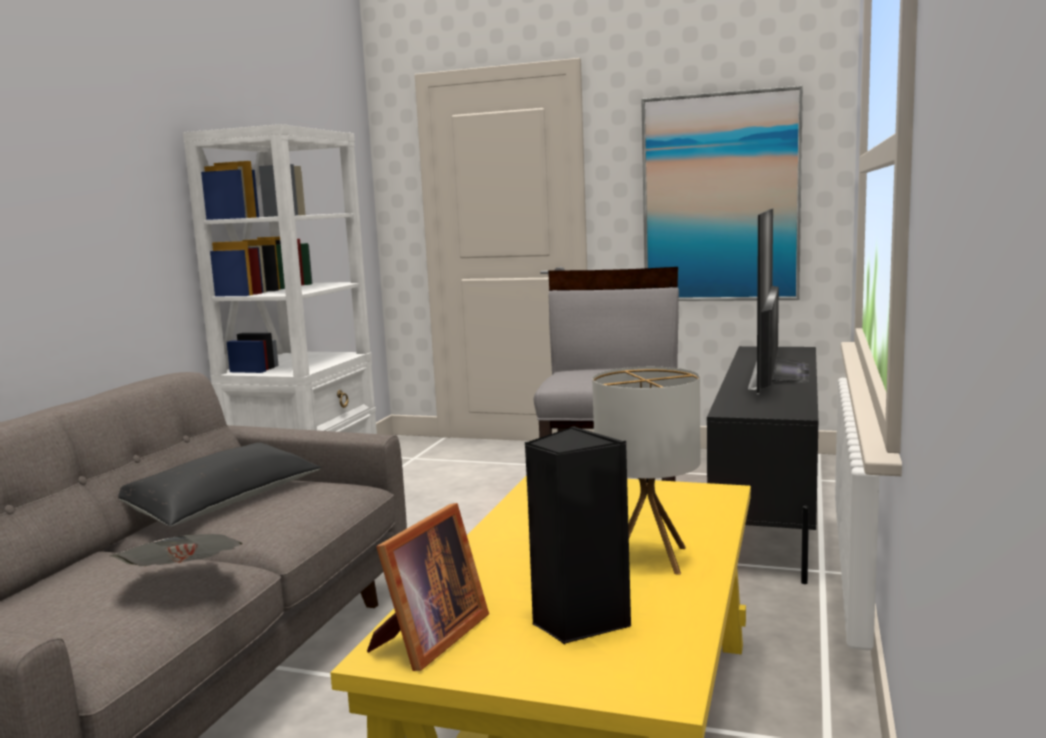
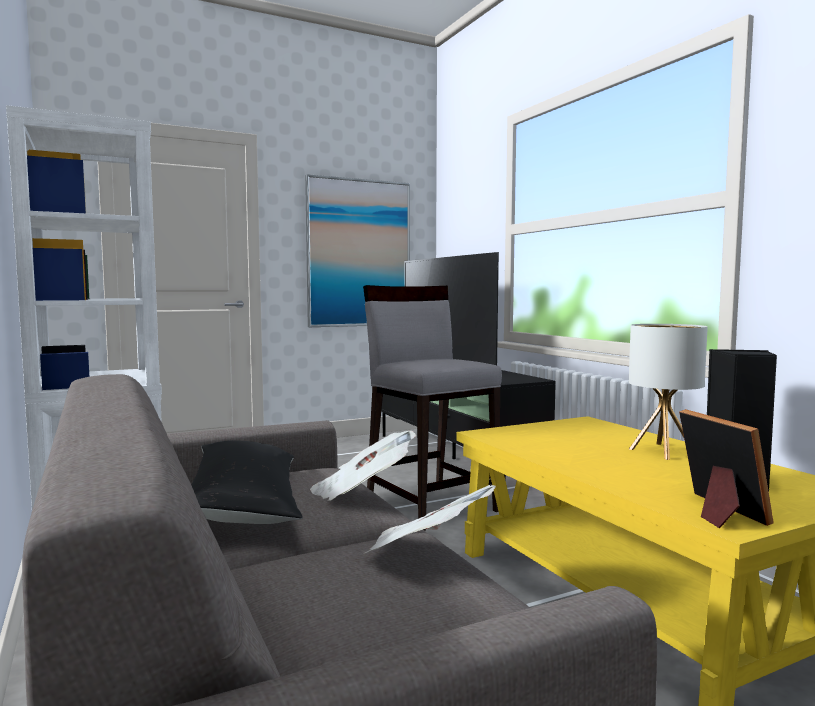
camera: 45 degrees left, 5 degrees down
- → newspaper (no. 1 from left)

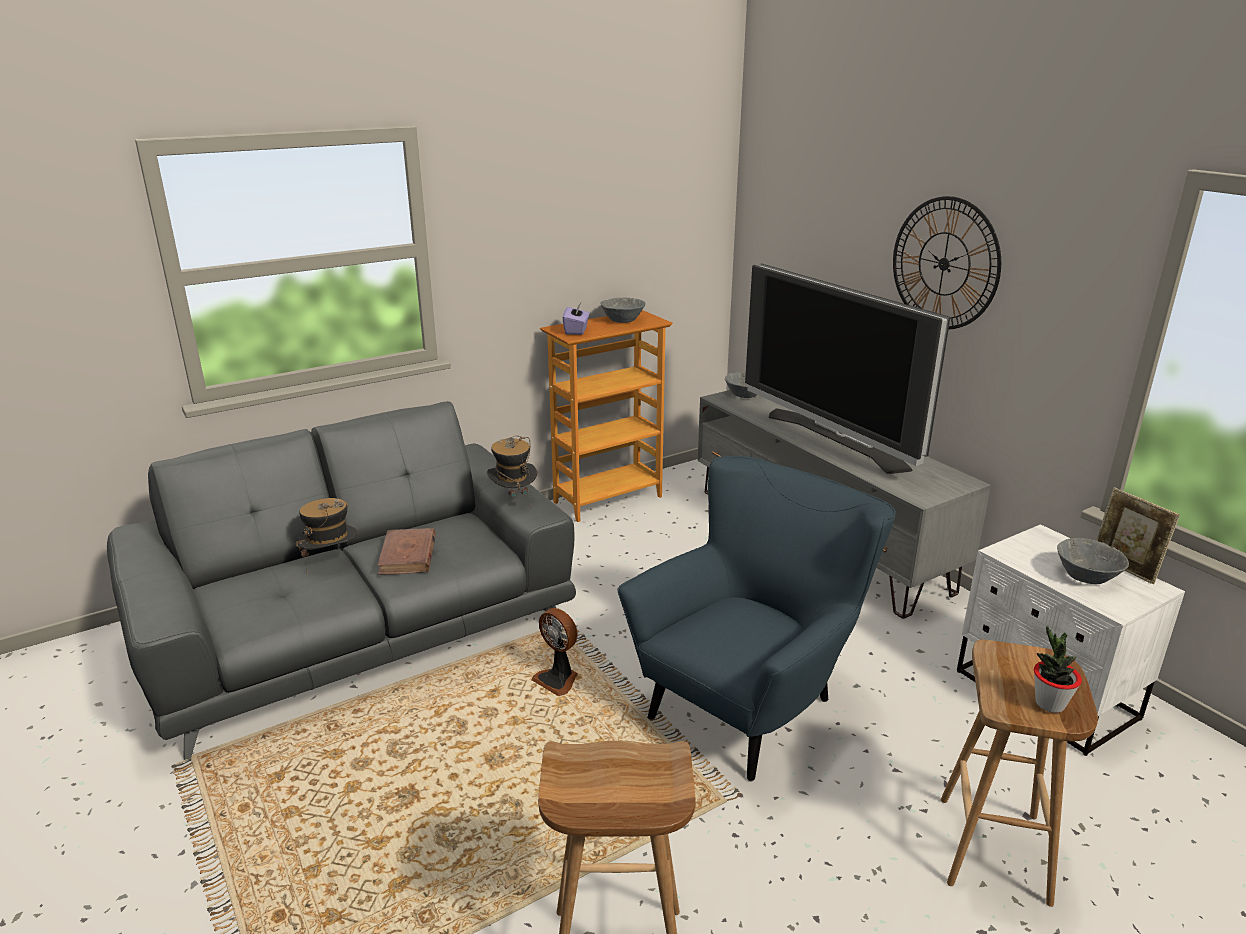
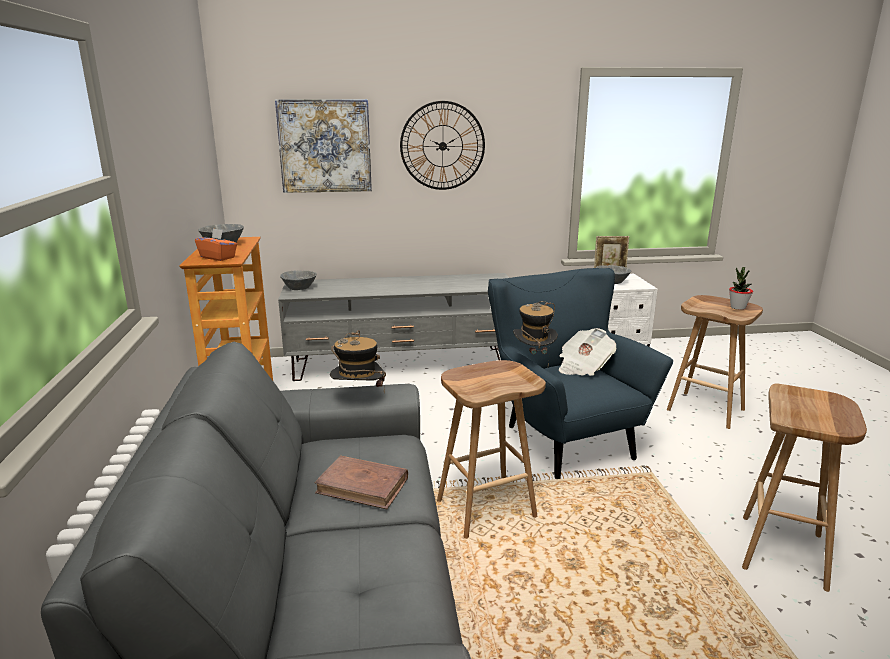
camera: 65 degrees left, 5 degrees down
television → -
- → picture
- → newspaper
hat (no. 1 from left in the first image) → hat (no. 2 from left), relocated
fan → stool/brown (no. 1 from left)
tissue box/purple → tissue box/orange

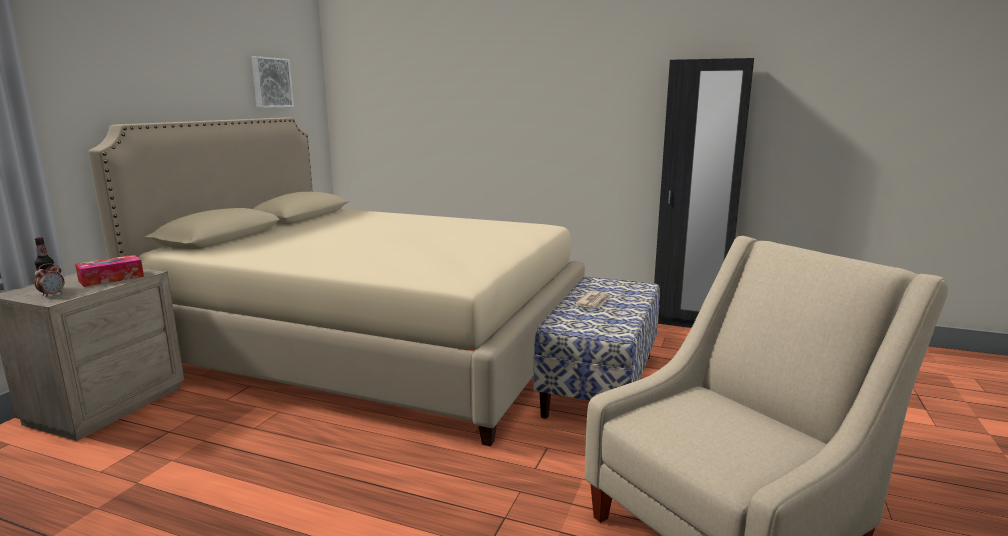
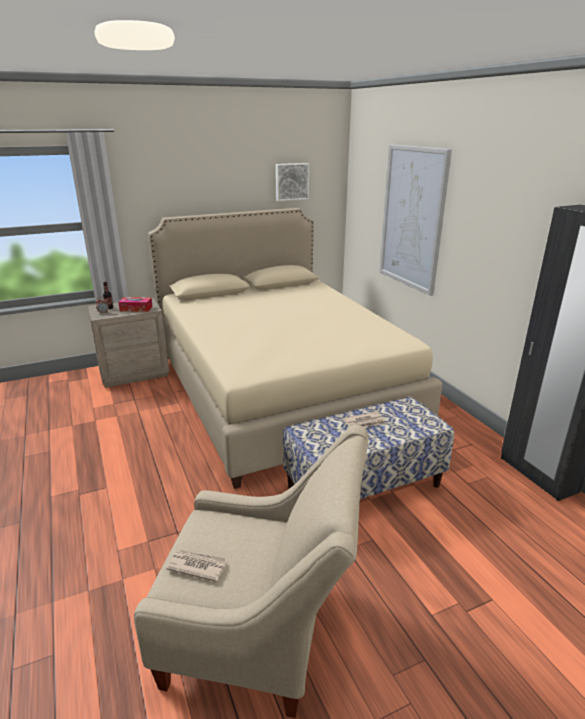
camera: 45 degrees right, 10 degrees up
- → newspaper (no. 1 from left)
- → picture (no. 2 from left)

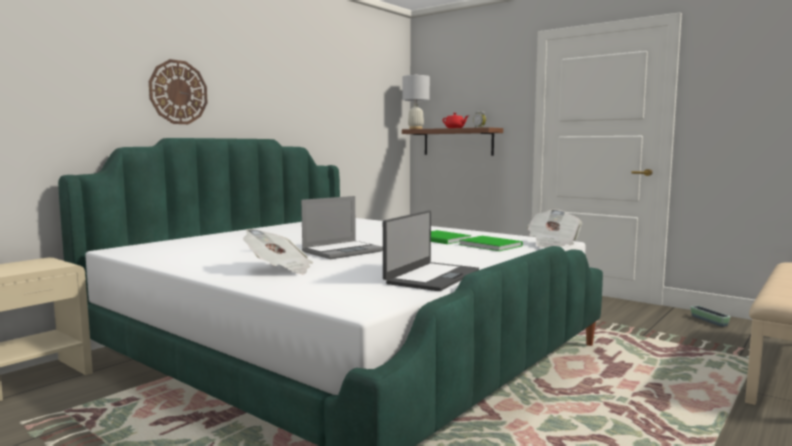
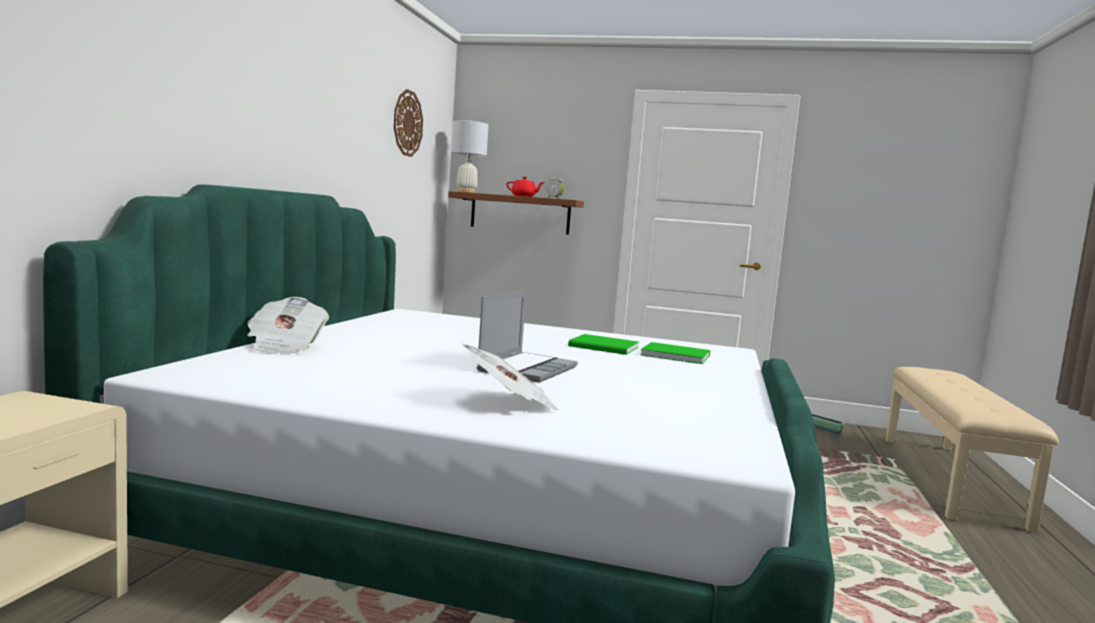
camera: 25 degrees left, 0 degrees up
laptop (no. 2 from left) → -
wall clock, relocated
newspaper (no. 2 from left in the first image) → newspaper (no. 1 from left), relocated

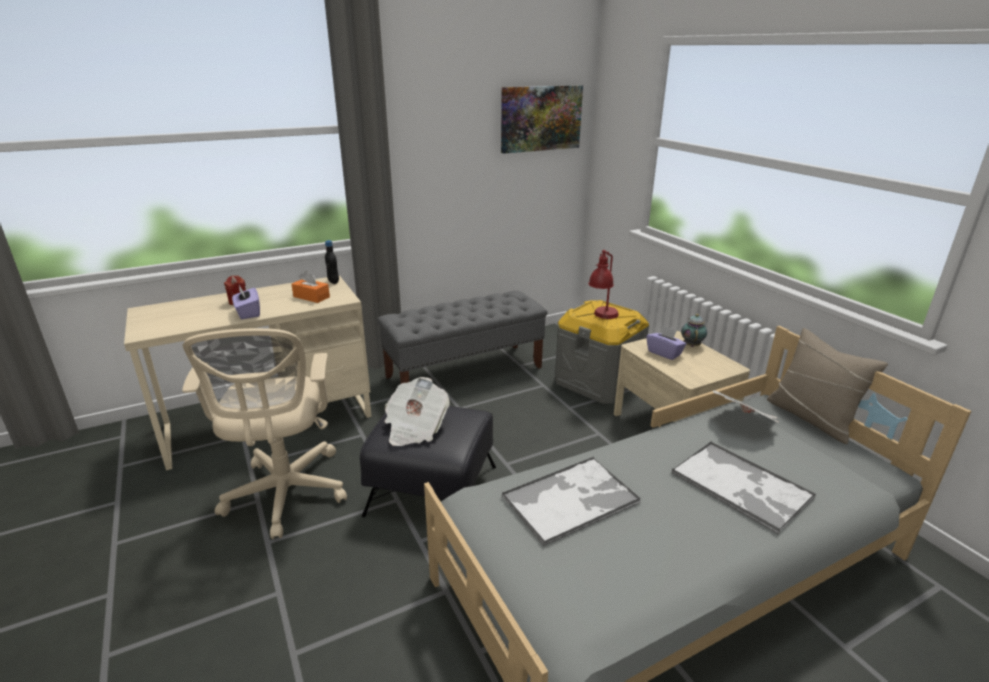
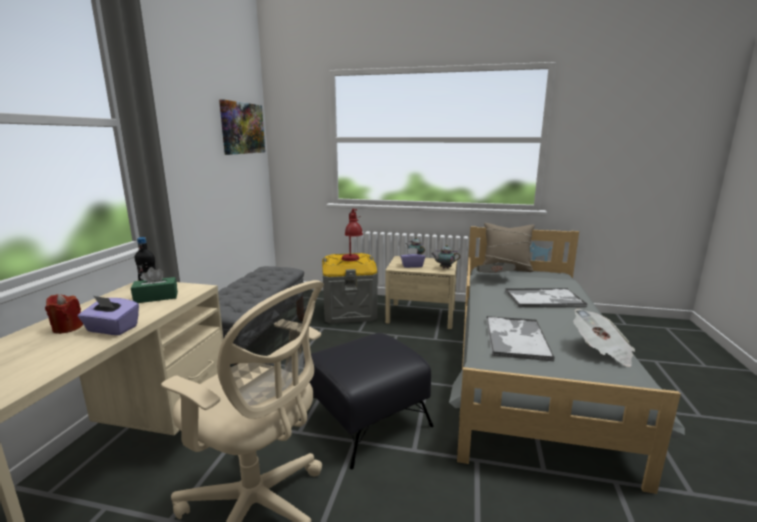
camera: 50 degrees left, 10 degrees down
- → teapot (no. 2 from left)
newspaper (no. 1 from left in the first image) → newspaper (no. 2 from left), relocated
tissue box/orange → tissue box/green

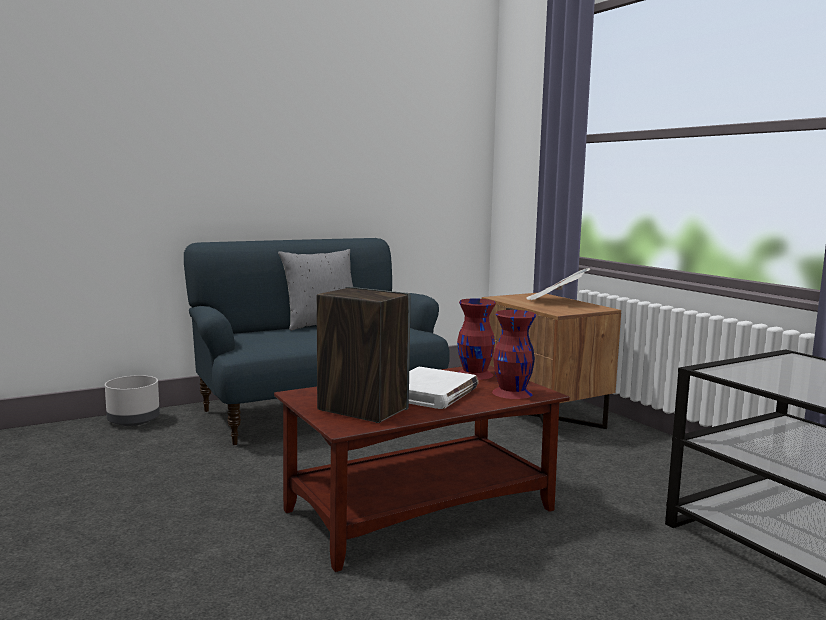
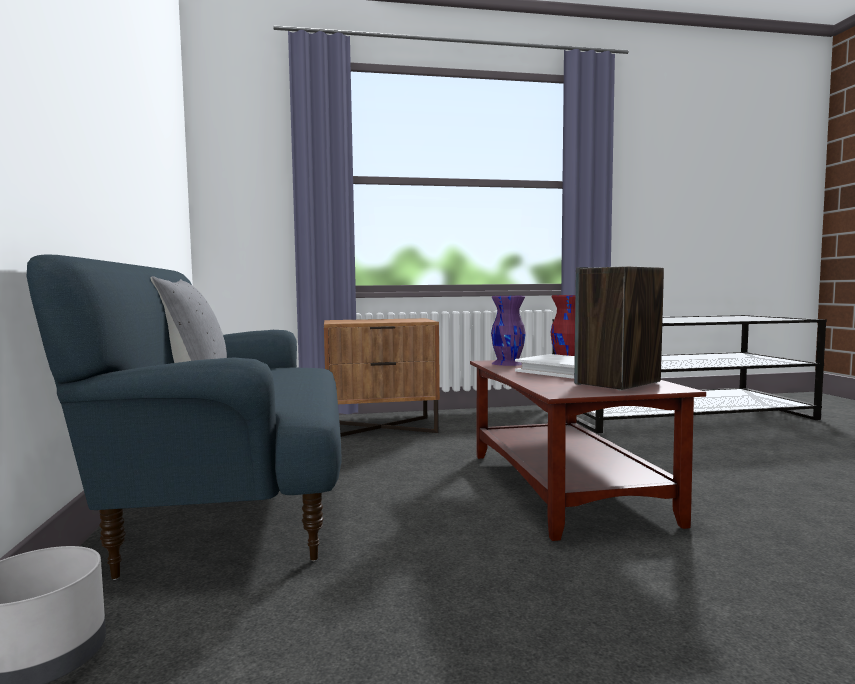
camera: 70 degrees left, 5 degrees down
newspaper → -
vase/red (no. 1 from left) → vase/purple

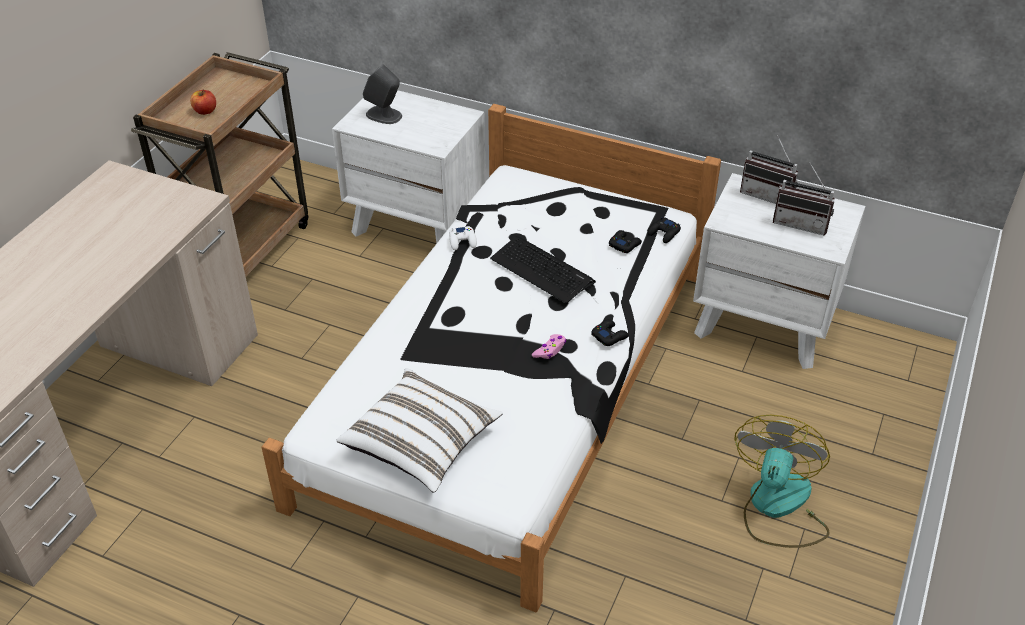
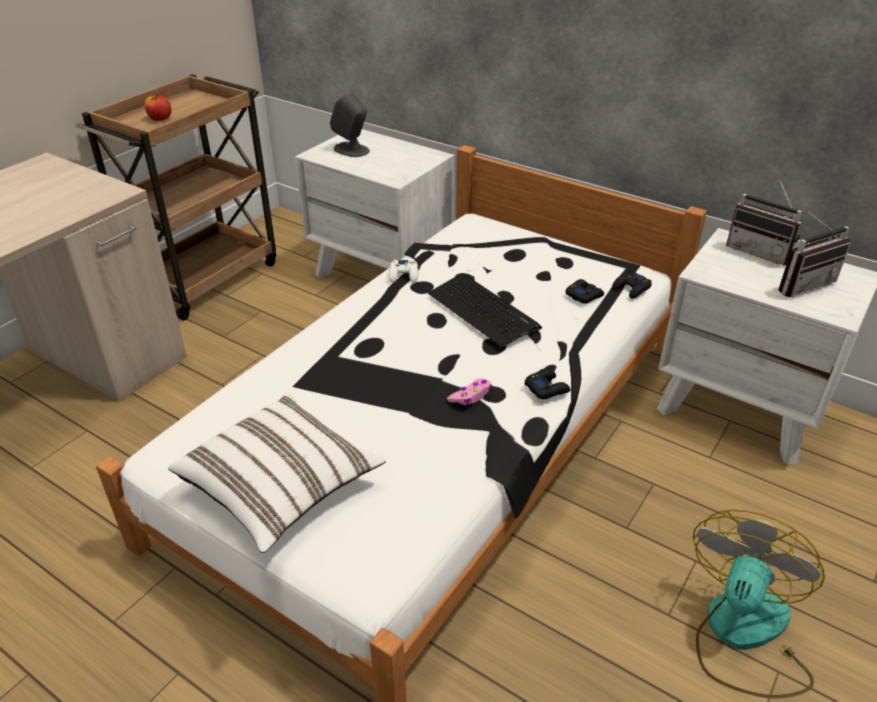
camera: 10 degrees right, 5 degrees down
radio (no. 2 from left), 60 degrees counterclockwise

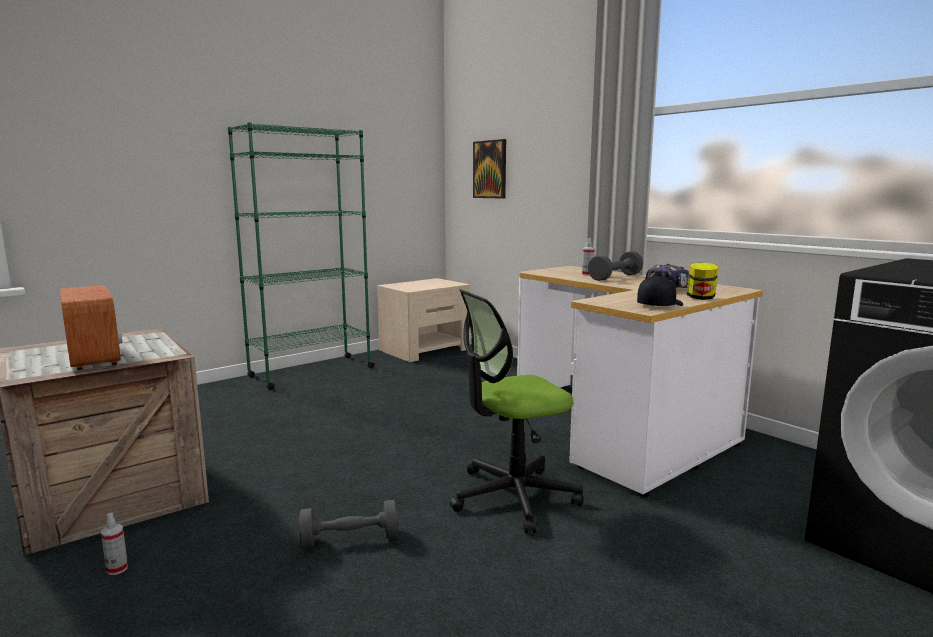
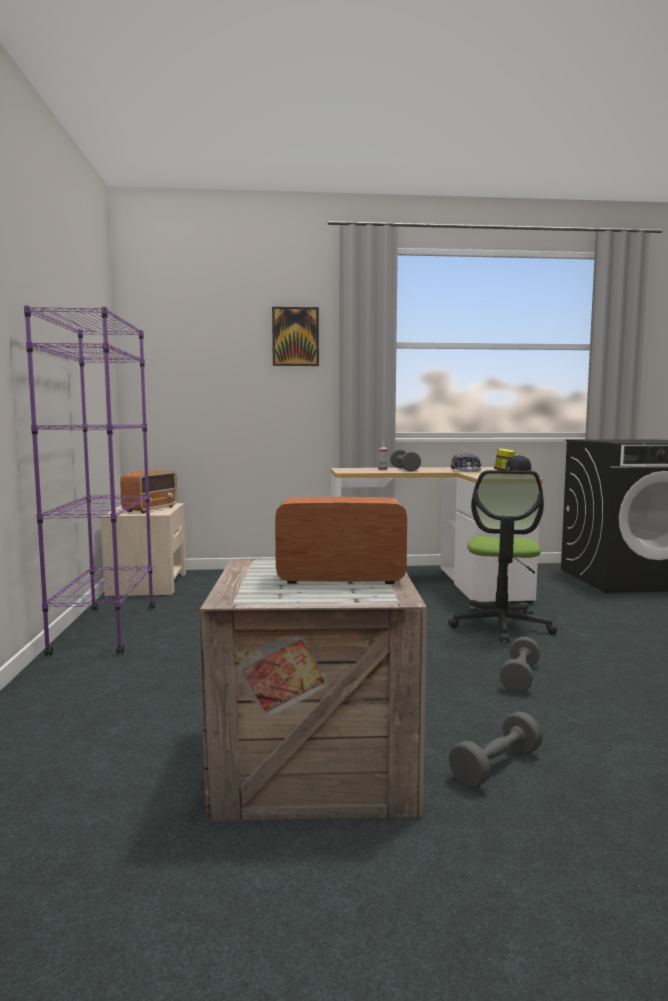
camera: 55 degrees left, 5 degrees down
- → radio (no. 1 from left)
picture, relocated
spray bottle (no. 1 from left) → dumbbell/grey (no. 2 from left)
bookcase/green → bookcase/purple

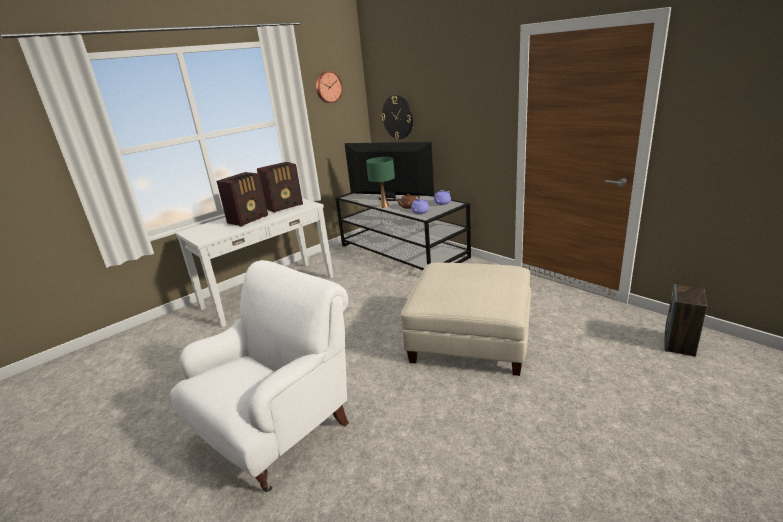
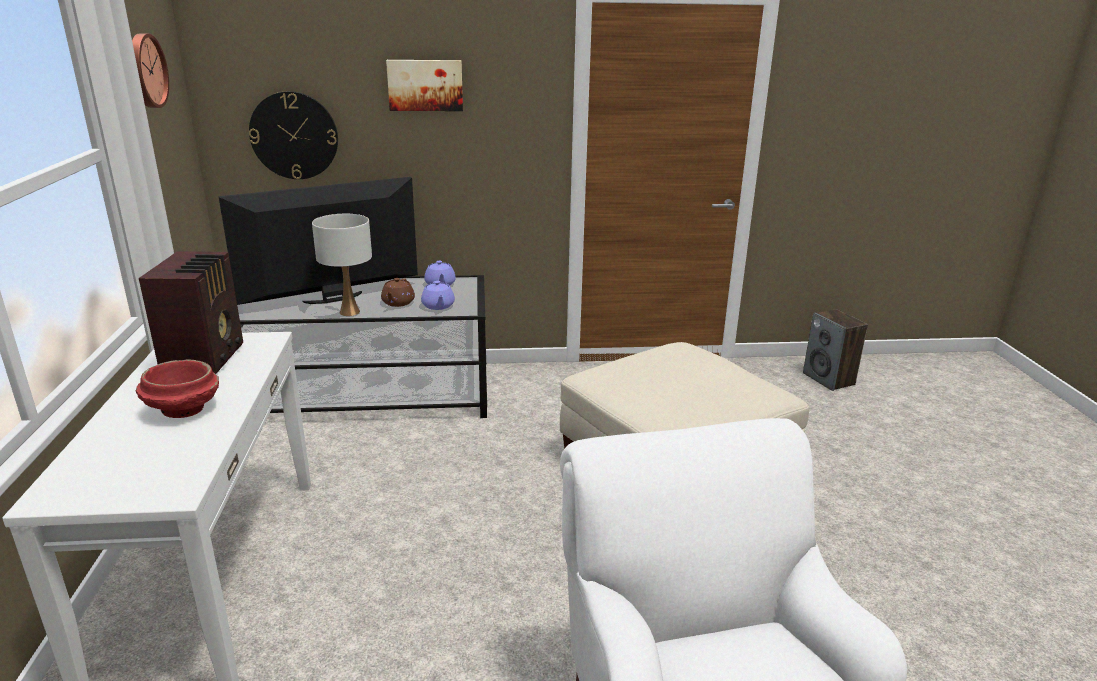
camera: 55 degrees left, 0 degrees up
- → picture
radio (no. 1 from left) → bowl/red
table lamp/green → table lamp/white

